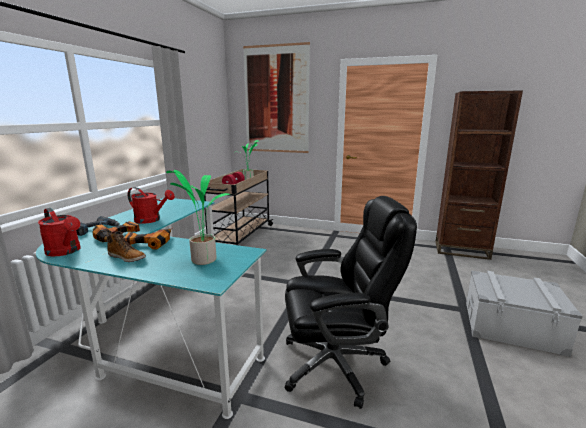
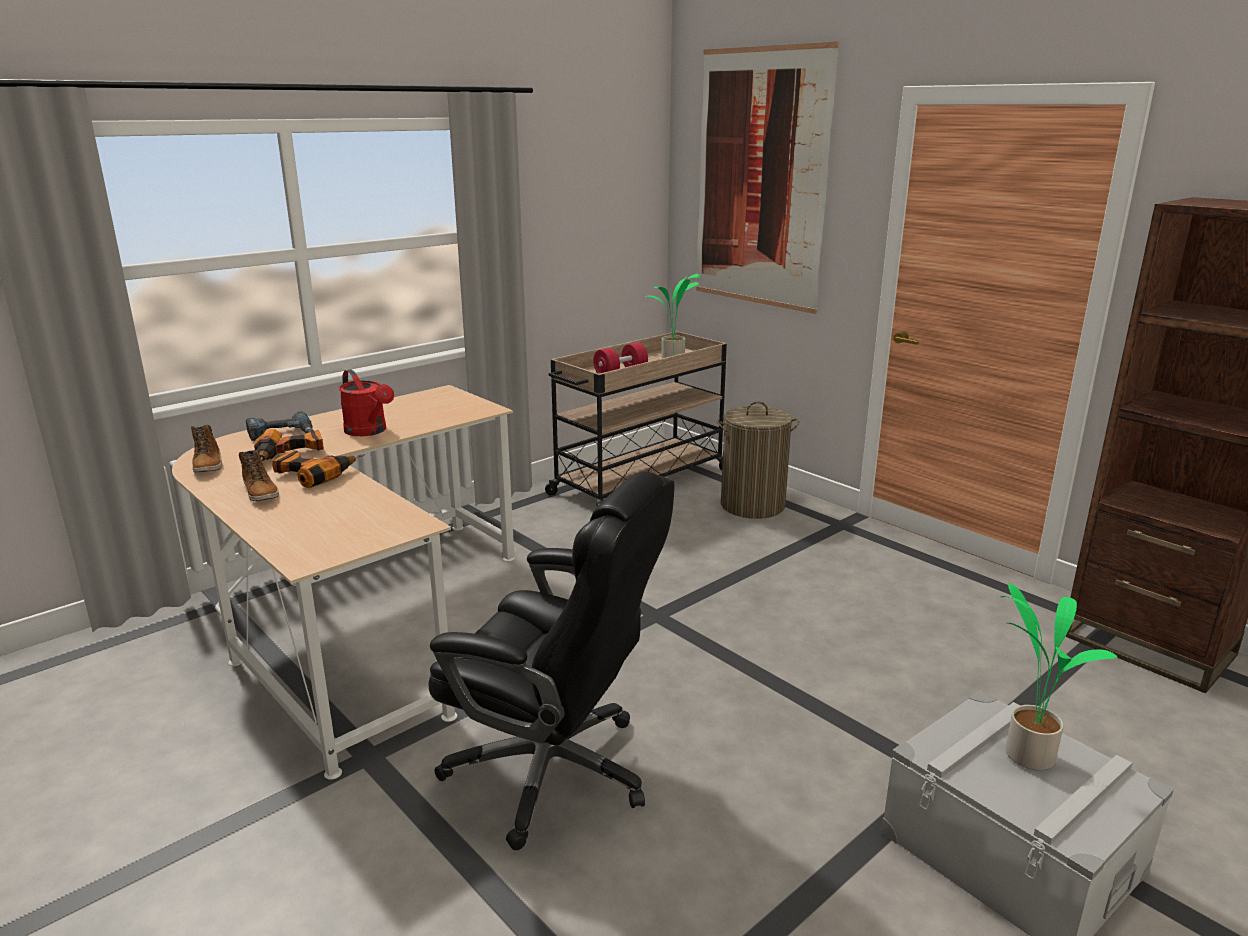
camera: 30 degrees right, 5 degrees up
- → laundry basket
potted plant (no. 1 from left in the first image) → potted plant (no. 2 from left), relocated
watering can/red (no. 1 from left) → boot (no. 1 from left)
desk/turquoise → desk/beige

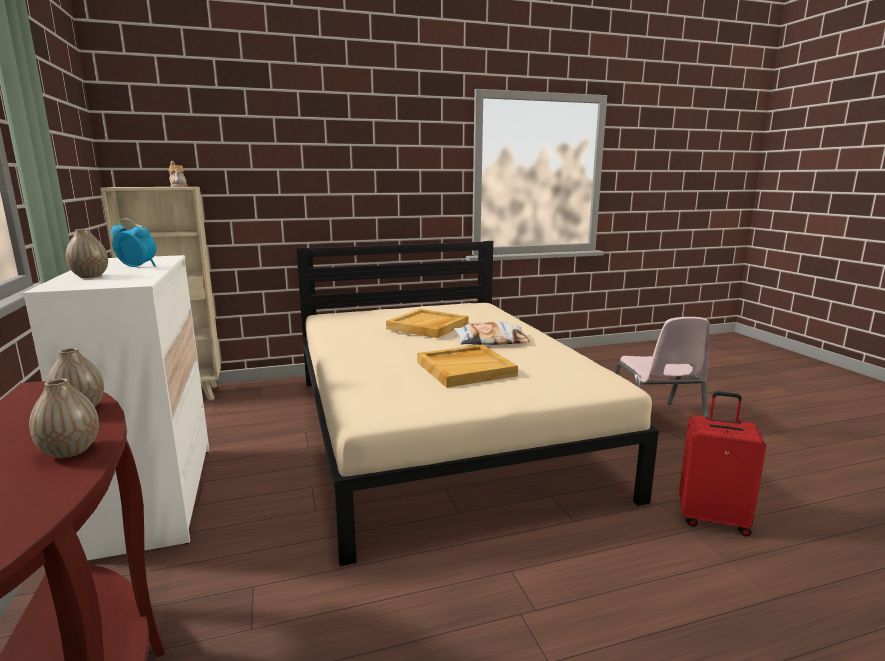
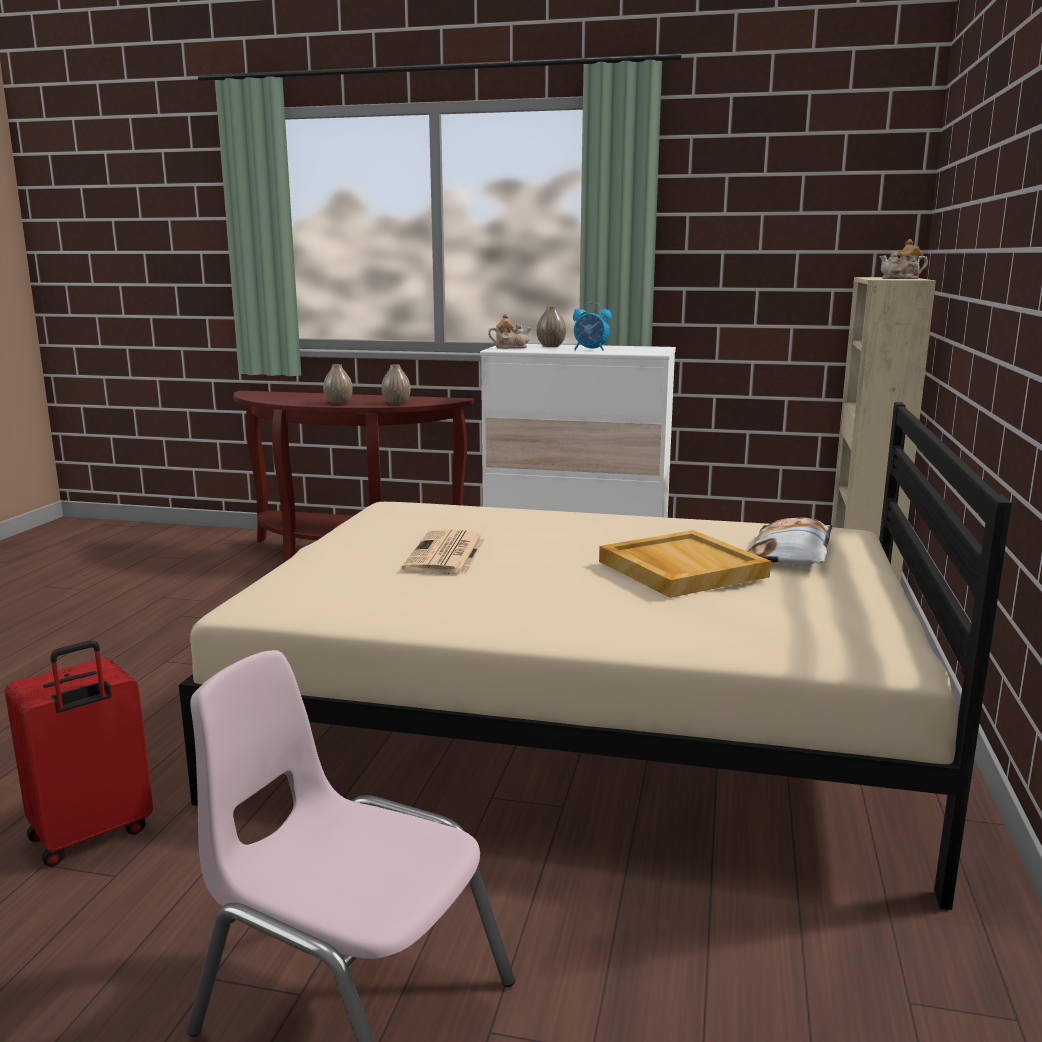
camera: 120 degrees right, 0 degrees up
- → teapot (no. 1 from left)
pillow, relocated
tray/beige (no. 2 from left) → newspaper
alarm clock, 60 degrees clockwise

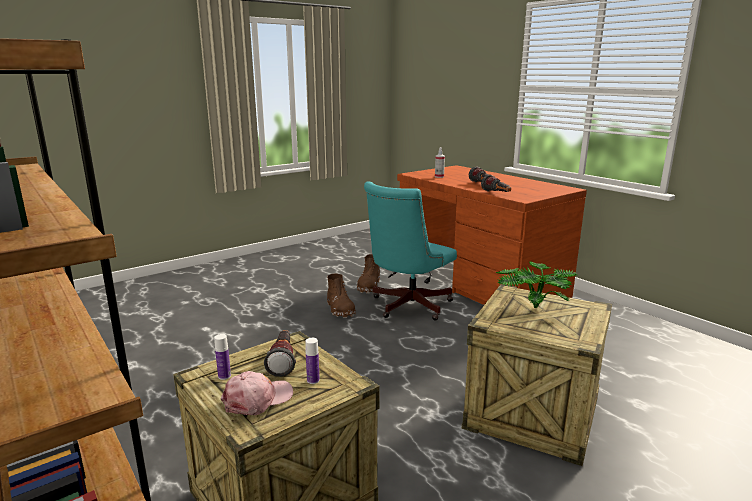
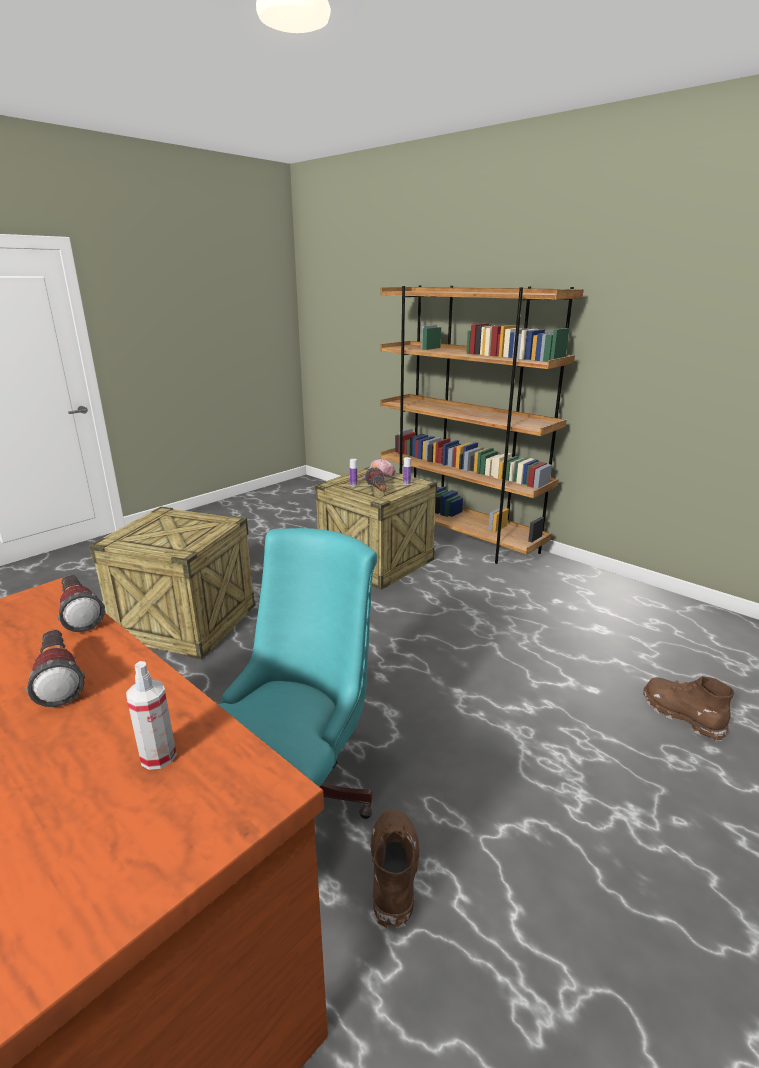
camera: 170 degrees right, 5 degrees up
potted plant → -
boot/brown (no. 1 from left in the first image) → boot/brown (no. 2 from left), relocated

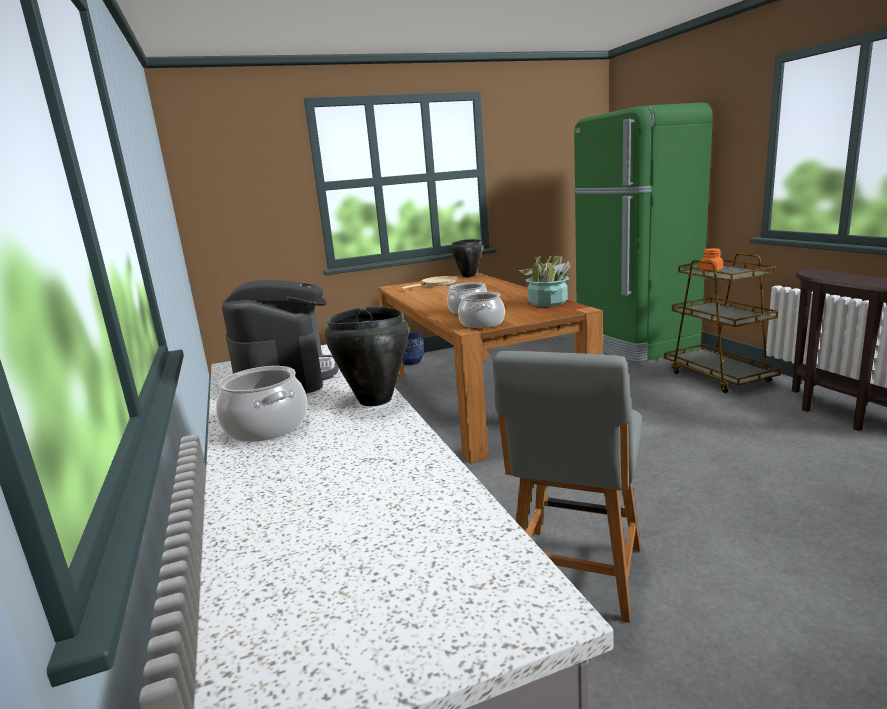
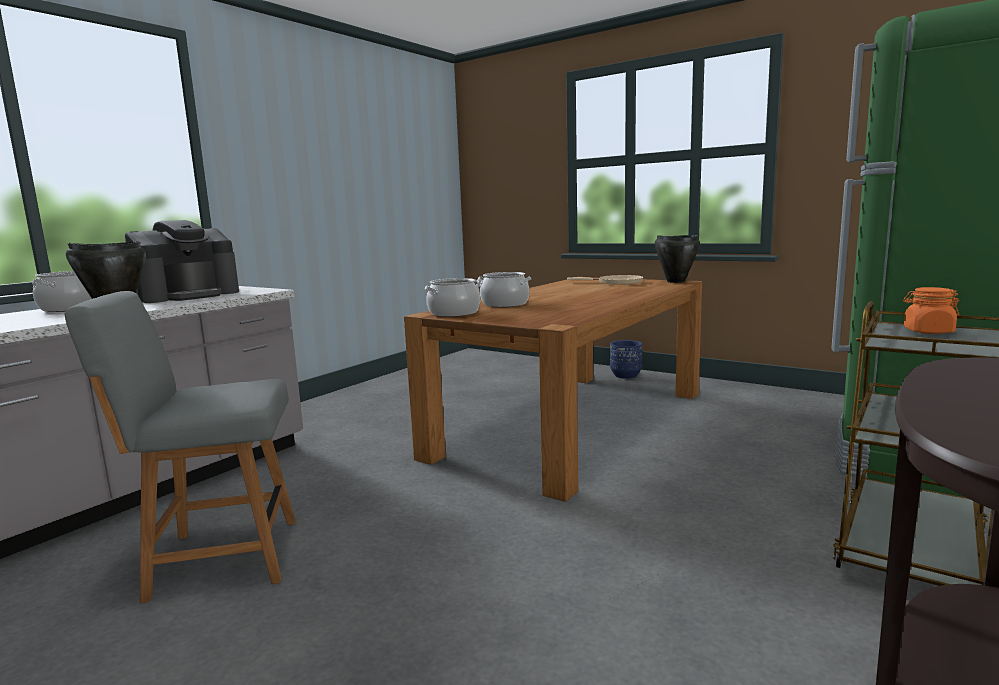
camera: 55 degrees right, 5 degrees down
potted plant → -

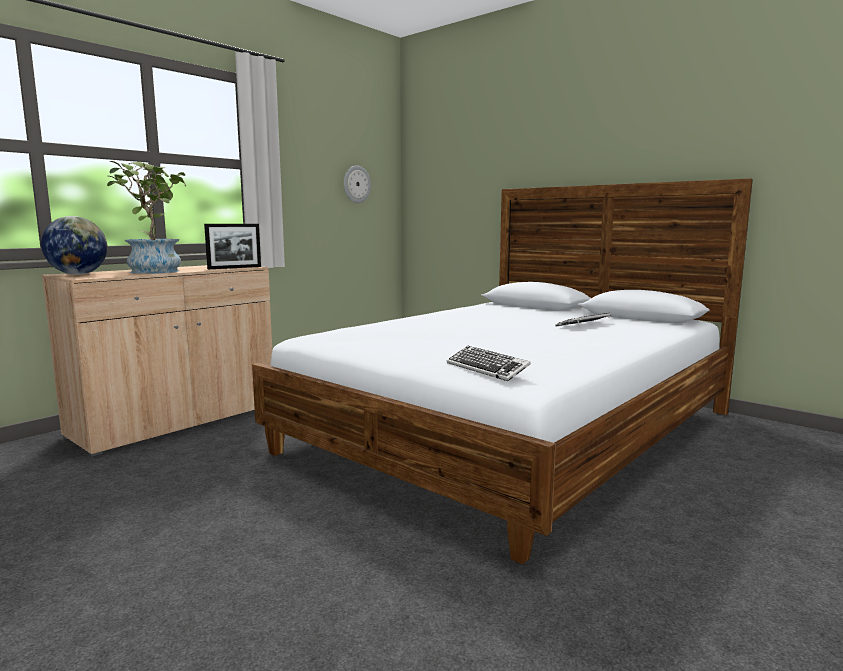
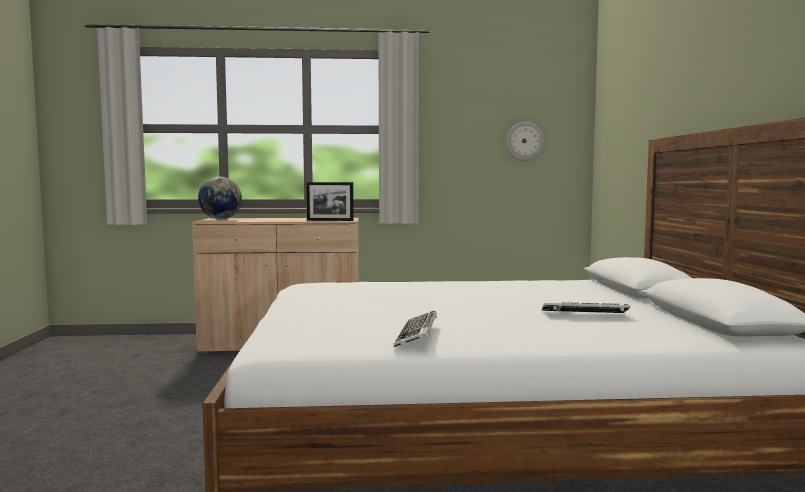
camera: 45 degrees right, 5 degrees down
potted plant → -
keyboard (no. 1 from left), relocated

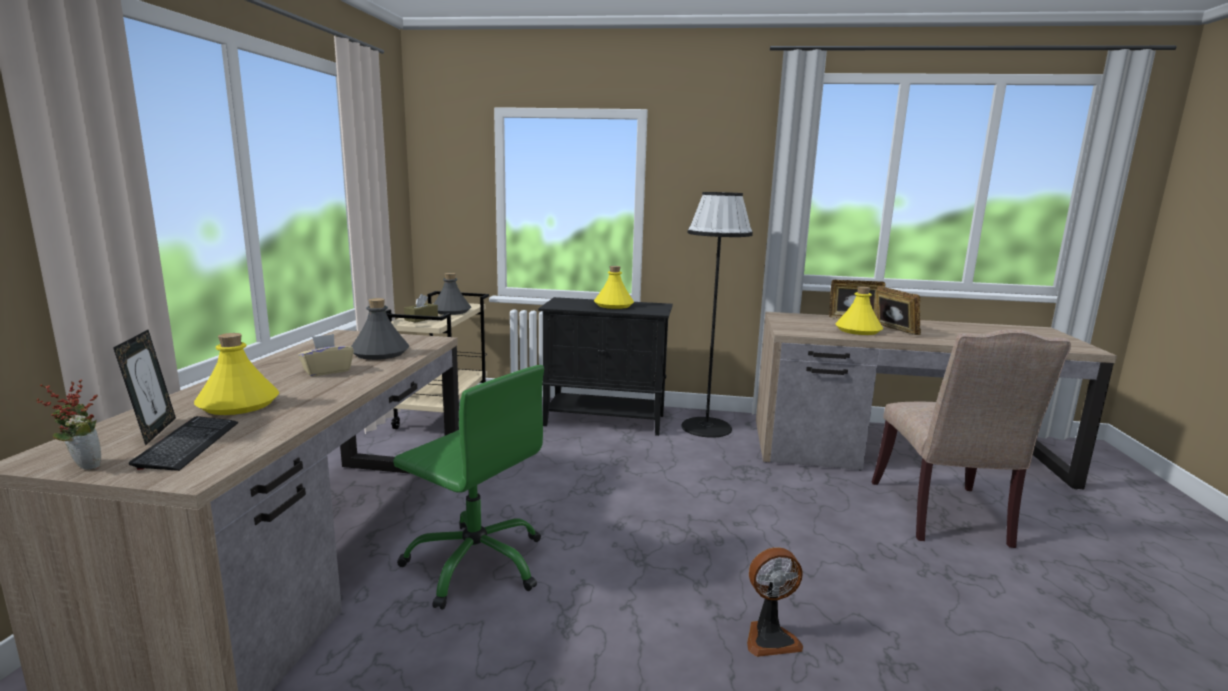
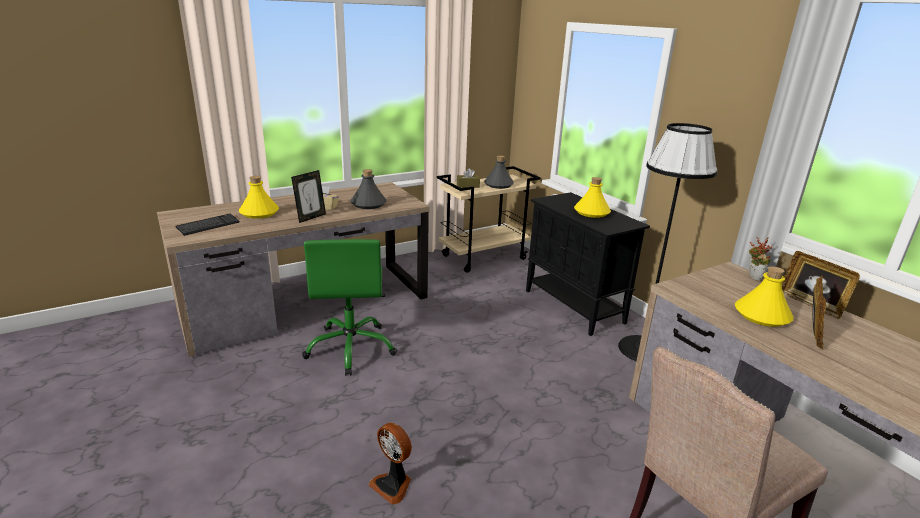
camera: 50 degrees right, 10 degrees up
potted plant, relocated
picture frame (no. 1 from left), relocated

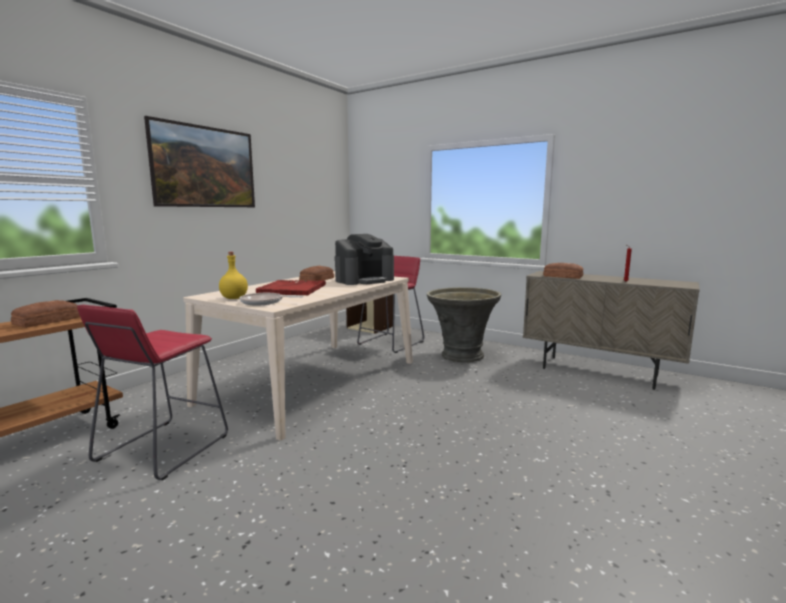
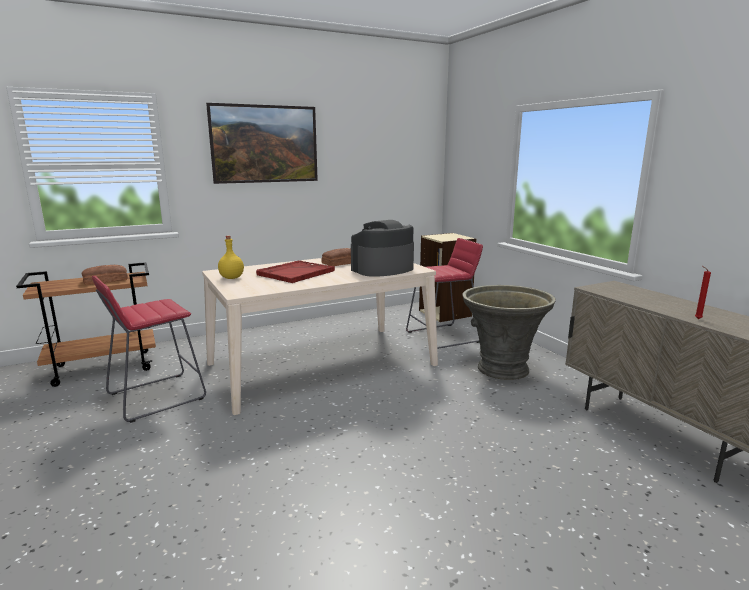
camera: 30 degrees right, 5 degrees up
frying pan → -
bread (no. 3 from left) → -
coffee machine, 150 degrees clockwise

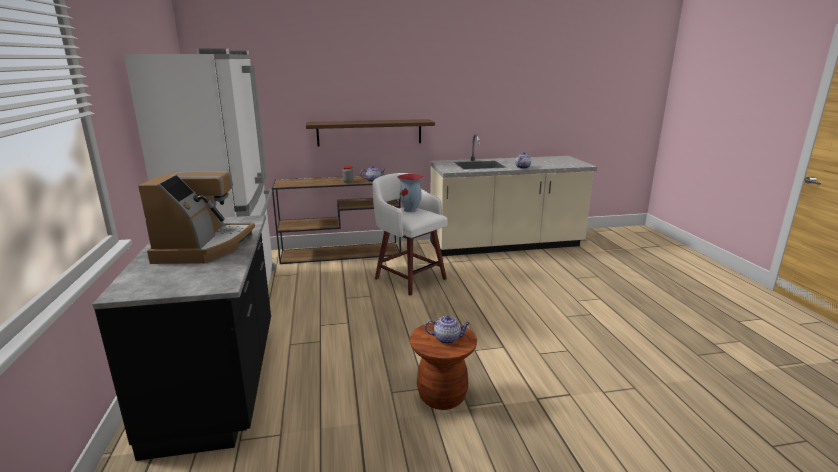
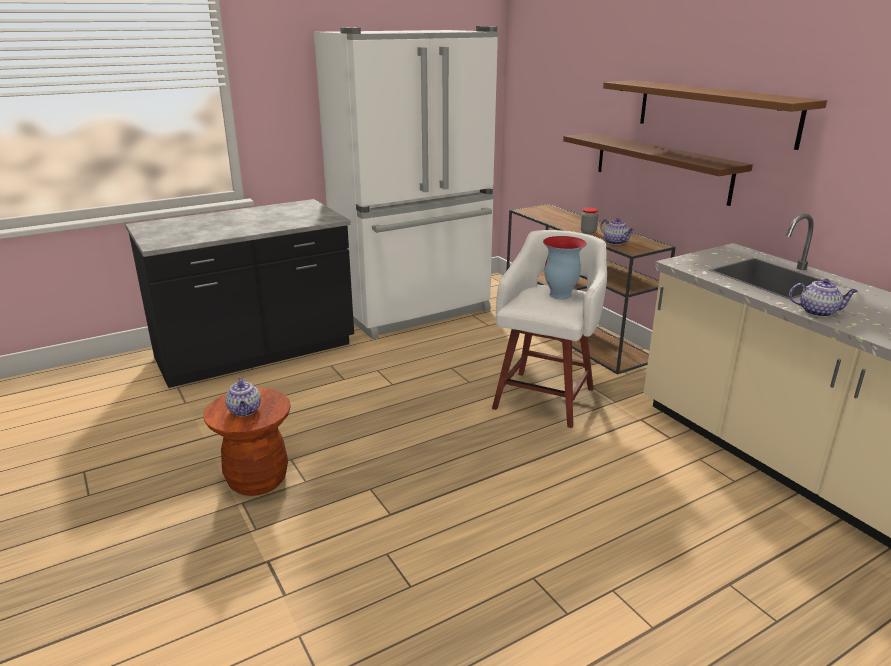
camera: 70 degrees right, 5 degrees up
coffee machine → -
- → shelf/brown (no. 2 from left)

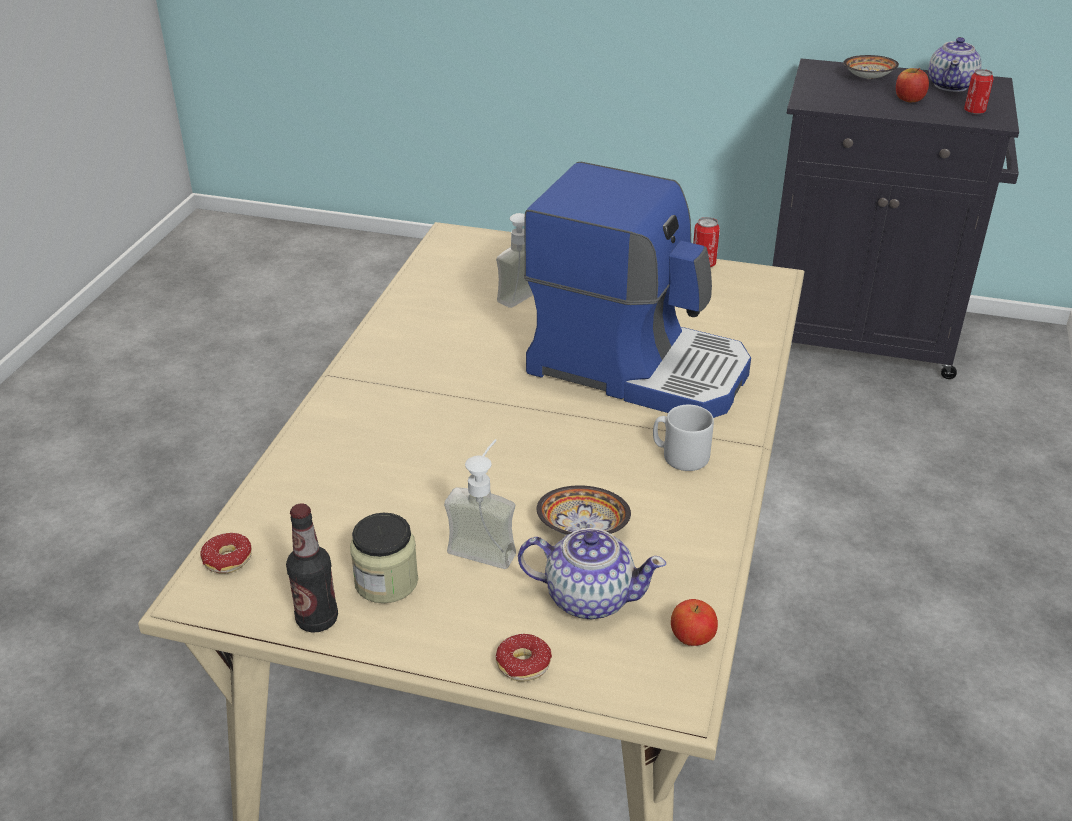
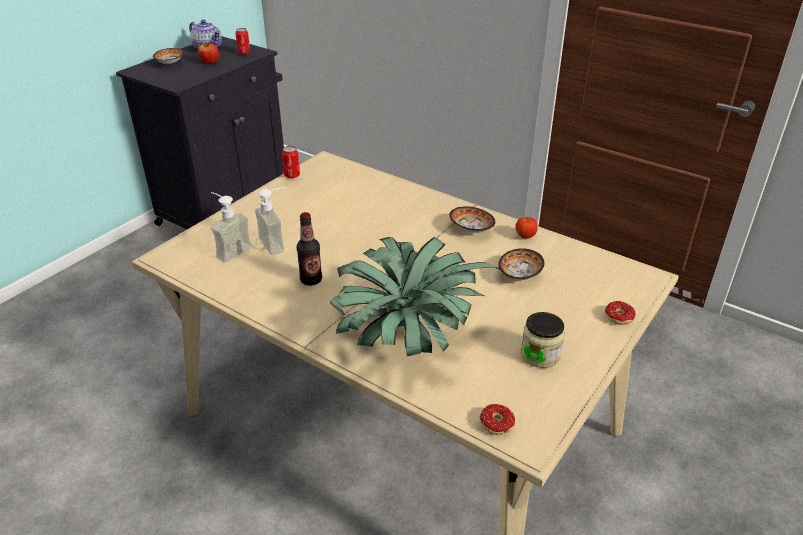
camera: 70 degrees left, 0 degrees up
teapot (no. 1 from left) → -
coffee machine → -
- → potted plant
bottle, relocated
soap dispenser (no. 1 from left), relocated
apple (no. 1 from left in the first image) → apple (no. 2 from left), relocated
mug/grey → bowl (no. 2 from left)

